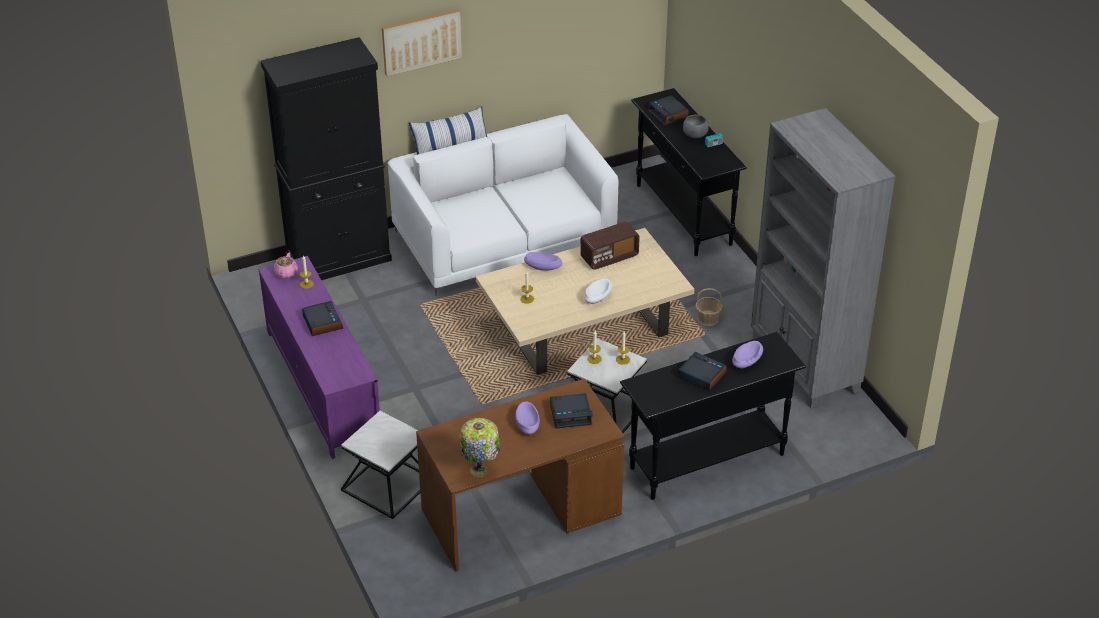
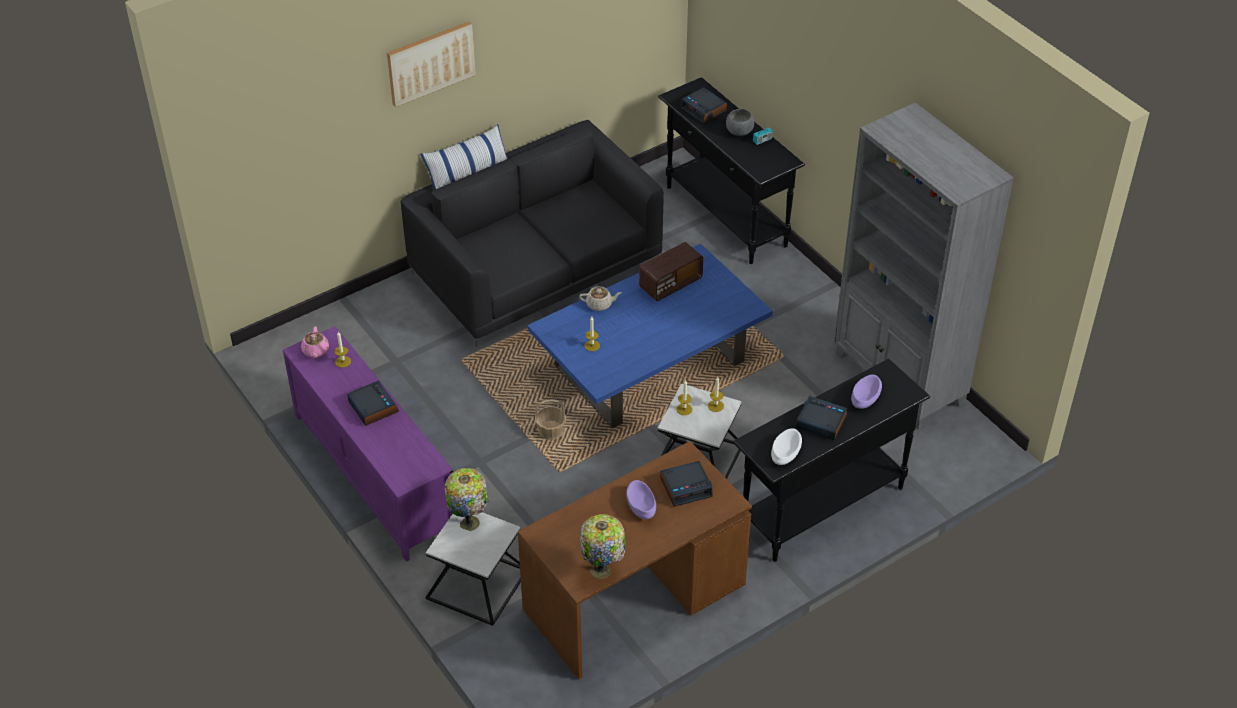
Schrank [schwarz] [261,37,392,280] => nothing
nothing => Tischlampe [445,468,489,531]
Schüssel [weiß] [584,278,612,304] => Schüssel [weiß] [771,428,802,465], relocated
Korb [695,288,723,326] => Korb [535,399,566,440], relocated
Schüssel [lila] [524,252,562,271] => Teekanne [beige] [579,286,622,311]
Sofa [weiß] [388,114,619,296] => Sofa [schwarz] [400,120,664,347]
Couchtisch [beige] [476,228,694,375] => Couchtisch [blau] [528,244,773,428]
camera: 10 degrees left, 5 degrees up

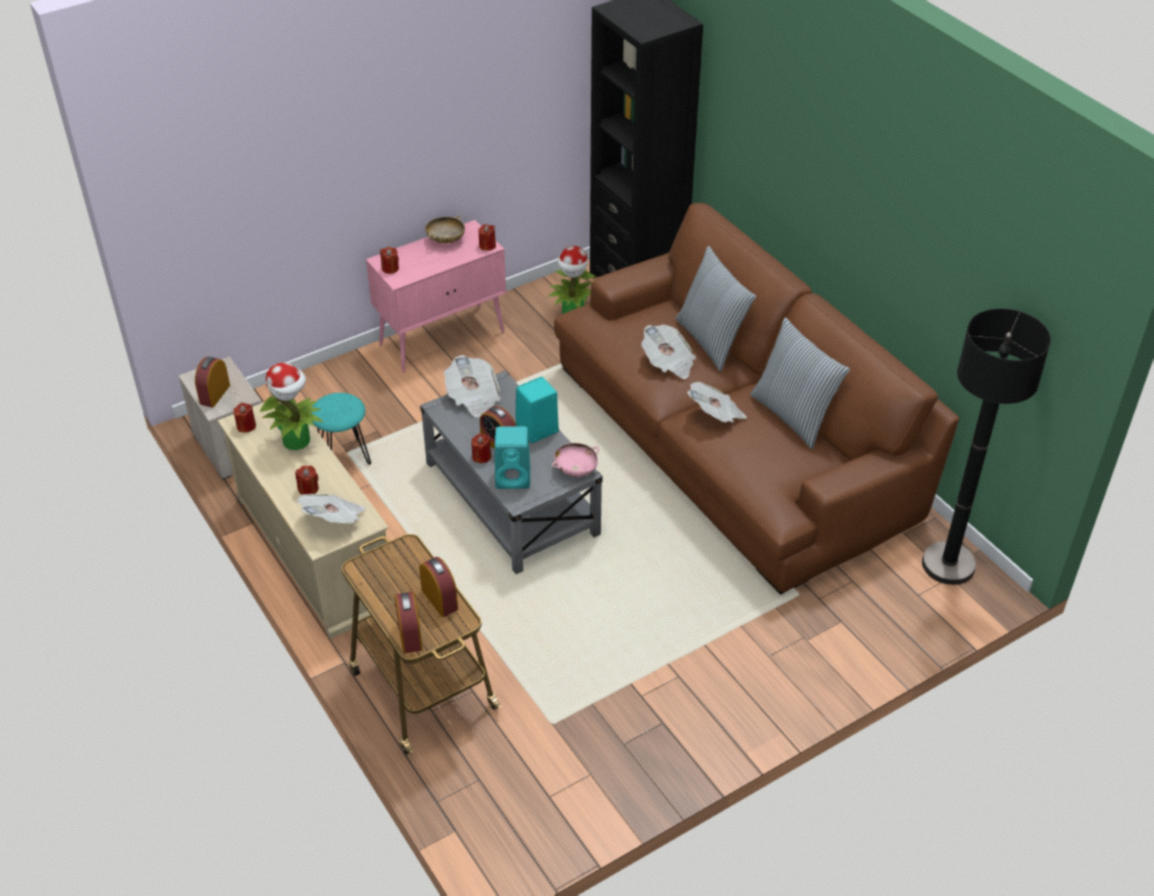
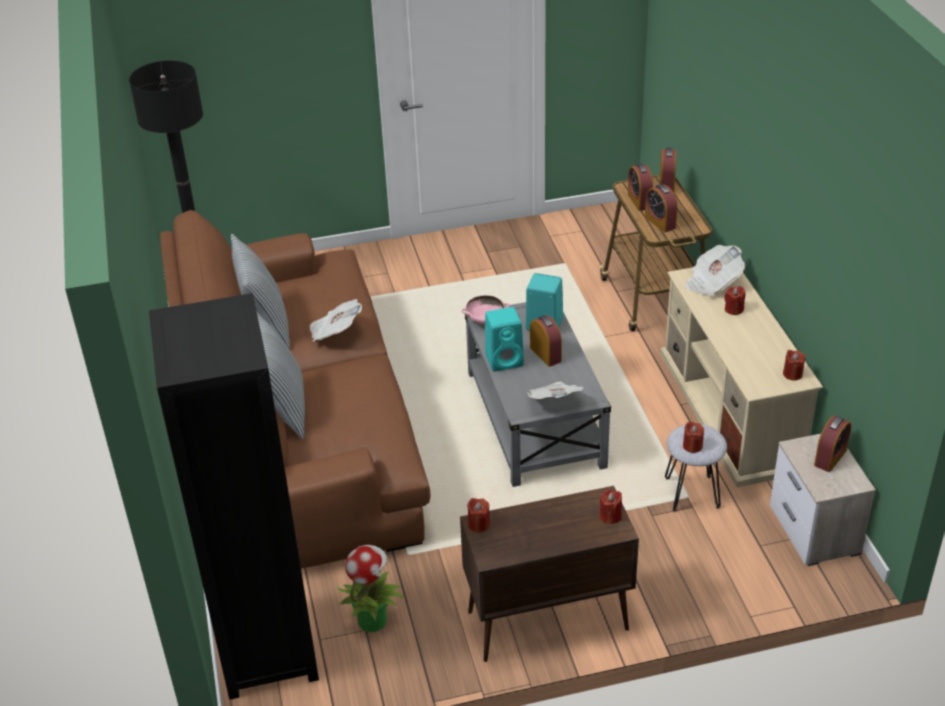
Topfpflanze [260,363,323,450] => nothing
Schüssel [beige] [425,216,465,243] => nothing
Zeitung [641,325,696,379] => nothing
nothing => Wecker [645,184,678,232]
Kerze [rot] [471,433,491,463] => Kerze [rot] [683,422,704,453], relocated
Hocker [türkis] [310,393,371,465] => Hocker [grau] [665,424,727,512]
Schrank [rosa] [366,220,506,373] => Schrank [braun] [460,486,639,662]
camera: 160 degrees left, 5 degrees down

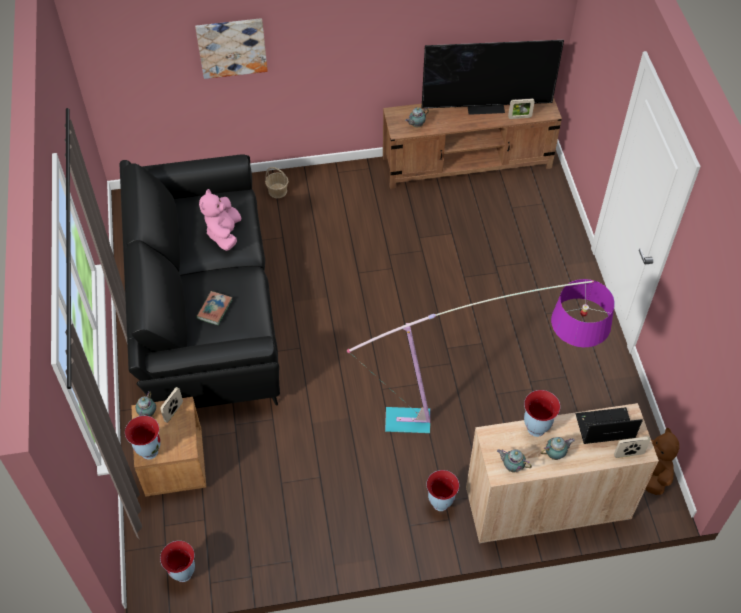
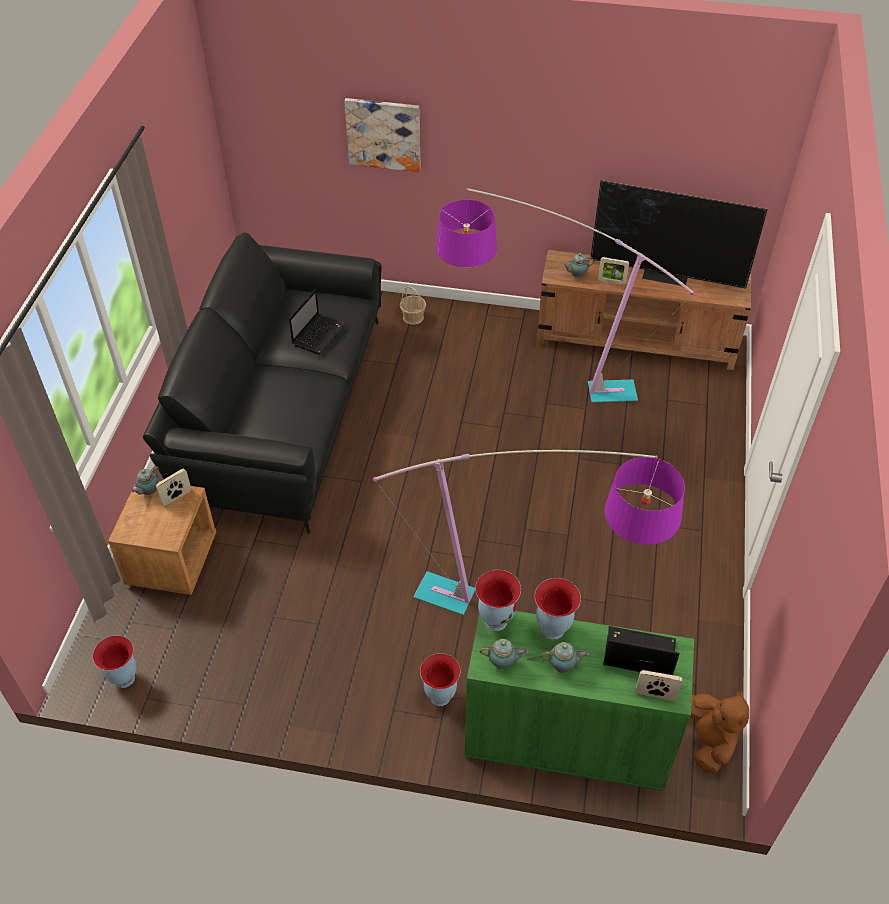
Buch [196,291,232,325] => nothing
nothing => Stehlampe [436,188,695,402]
Vase [125,416,161,460] => Vase [475,570,521,631], relocated
Bilderrahmen [508,98,535,119] => Bilderrahmen [598,257,629,285], relocated
Plüschtier [rosa] [199,189,241,251] => Laptop [289,289,346,355]
Schrank [beige] [466,403,659,543] => Schrank [grün] [464,611,694,791]
Teekanne [497,449,532,473] => Teekanne [480,639,528,669], 135 degrees clockwise
camera: 20 degrees right, 5 degrees down

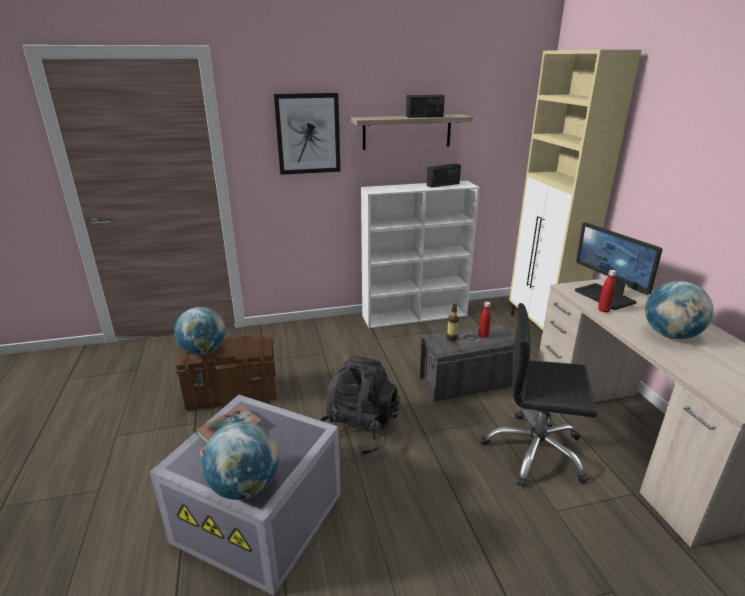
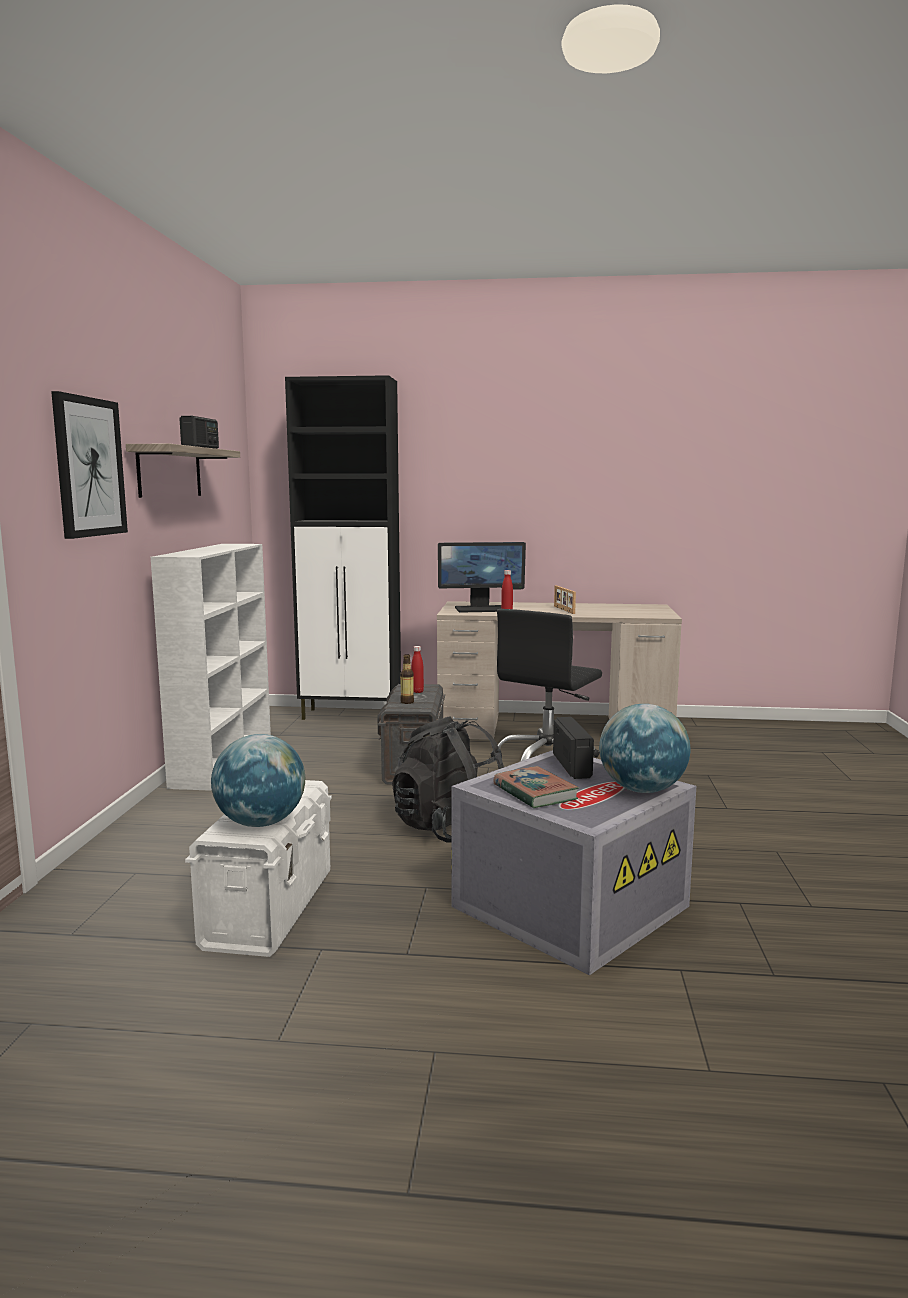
Radio [427,164,461,188] => Radio [553,717,594,779], relocated
Globus [645,281,714,339] => Bilderrahmen [554,585,576,614]
Aufbewahrungsbox [braun] [175,333,277,410] => Aufbewahrungsbox [weiß] [185,780,332,957]
Schrank [beige] [509,50,642,330] => Schrank [schwarz] [285,375,401,720]
camera: 70 degrees left, 15 degrees down

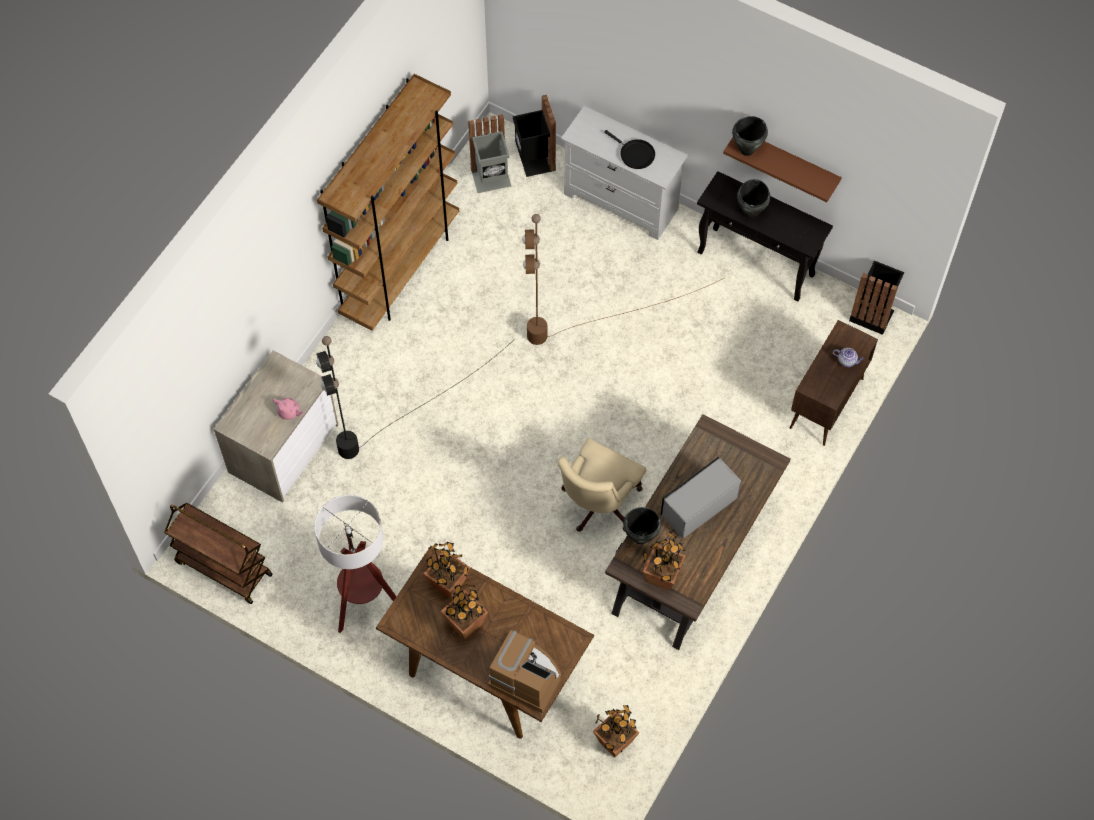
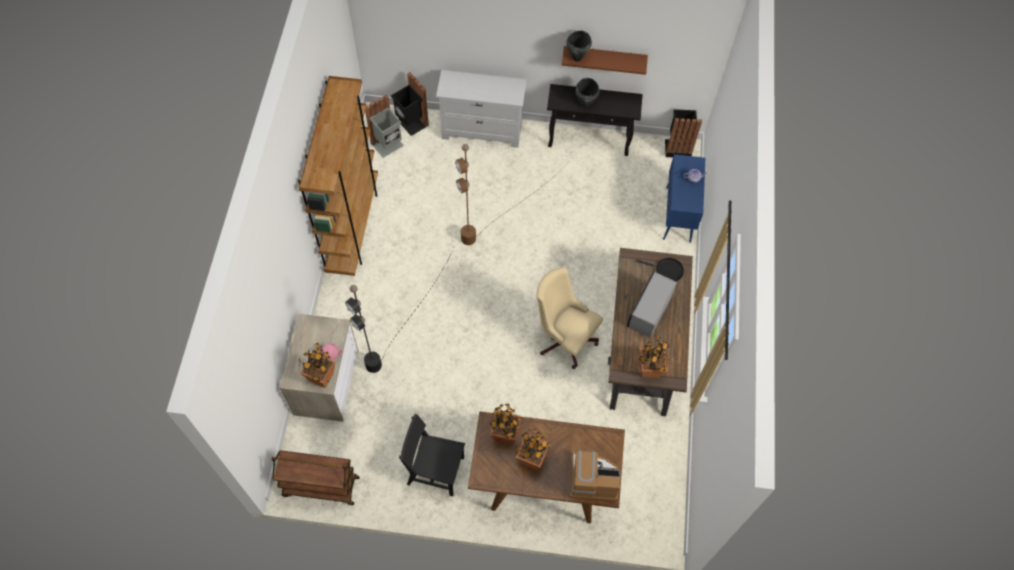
Kochtopf [schwarz] [623,507,662,544] => nothing
Topfpflanze [593,705,639,758] => Topfpflanze [299,343,335,388], relocated
Pfanne [schwarz] [604,130,655,169] => Pfanne [schwarz] [636,258,684,281], relocated
Stehlampe [314,494,397,633] => Stuhl [schwarz] [399,414,465,496]
Schrank [braun] [790,320,878,446] => Schrank [blau] [663,154,705,243]
Bürostuhl [beige] [558,438,646,532] => Bürostuhl [beige] [536,267,603,369], 120 degrees clockwise
camera: 25 degrees left, 0 degrees up

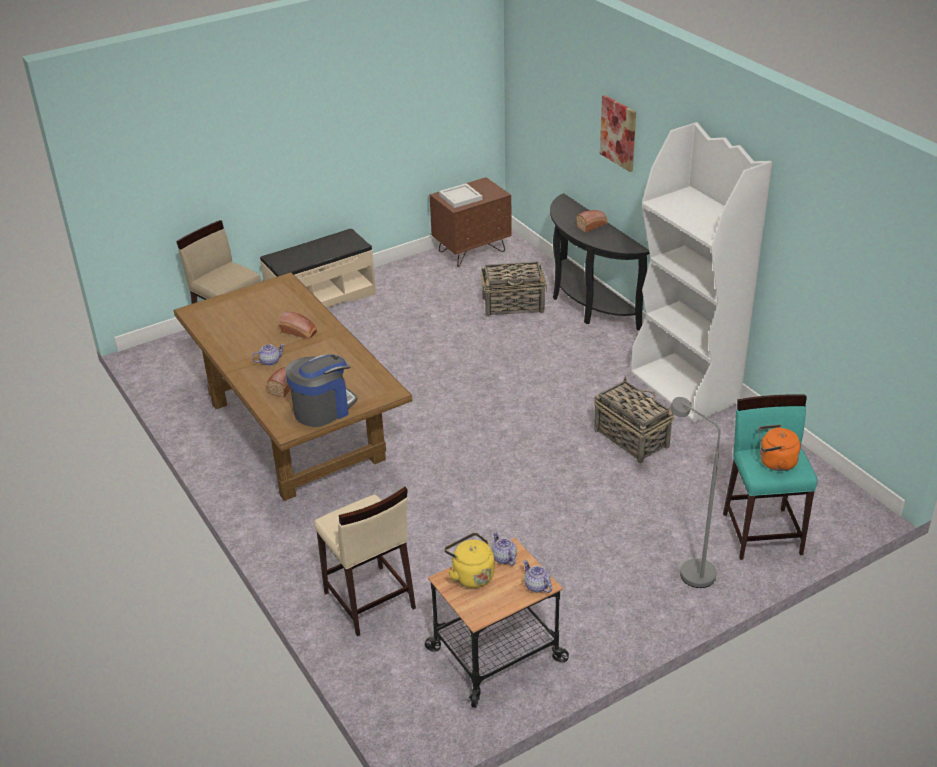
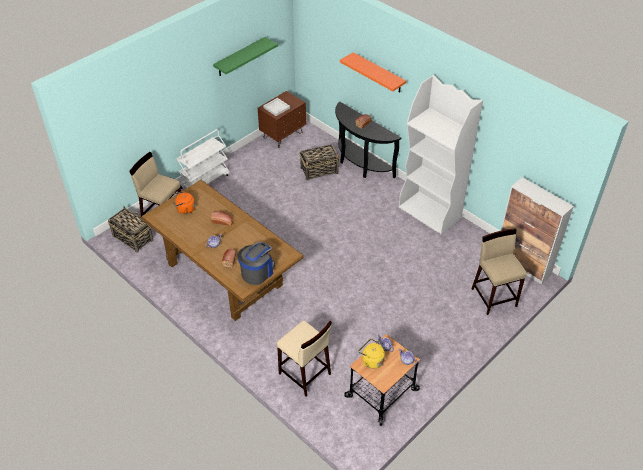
Stehlampe [grau] [670,397,721,588] => nothing
nothing => Wandregal [grün] [213,37,278,76]
nothing => Schrank [501,177,574,285]
Korb [594,376,674,463] => Korb [108,206,153,253], relocated
Wasserkessel [orange] [758,424,801,471] => Wasserkessel [orange] [173,191,195,214], relocated
Bank [beige] [260,228,376,308] => Rollwagen [weiß] [177,129,230,189]
Bild [600,95,636,172] => Wandregal [orange] [340,52,406,93]
Hocker [türkis] [723,394,818,560] => Hocker [beige] [471,228,527,315]
camera: 15 degrees left, 10 degrees up

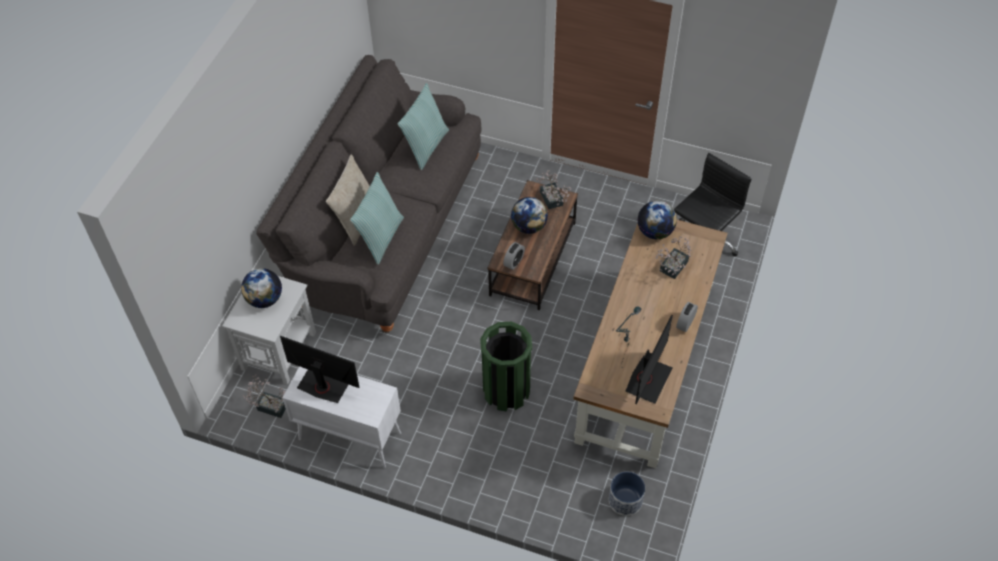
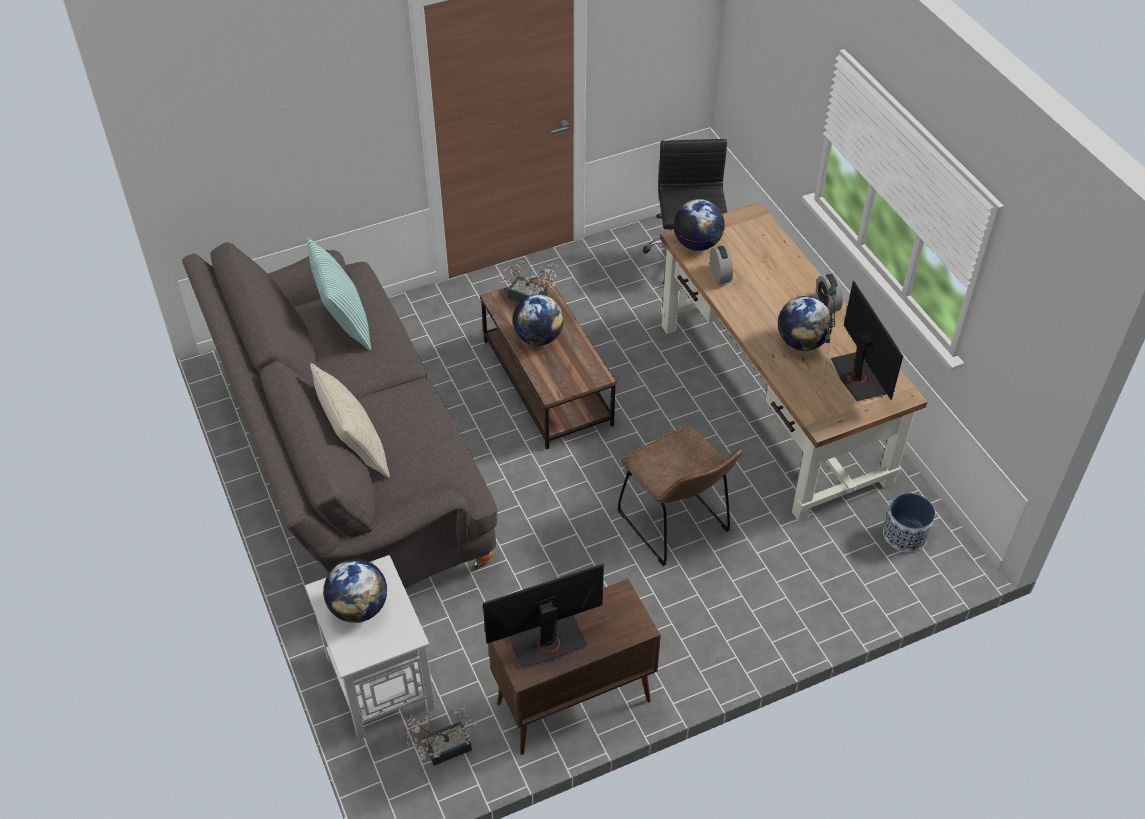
Kissen [350,172,404,265] => nothing
Topfpflanze [655,236,691,279] => nothing
nothing => Globus [778,296,833,351]
Wecker [503,242,525,270] => Wecker [710,246,733,284], relocated
Mülleimer [grün] [480,322,532,412] => Stuhl [braun] [618,427,742,566]
Schrank [weiß] [282,366,401,468] => Schrank [braun] [488,579,661,755]
camera: 45 degrees left, 5 degrees down

